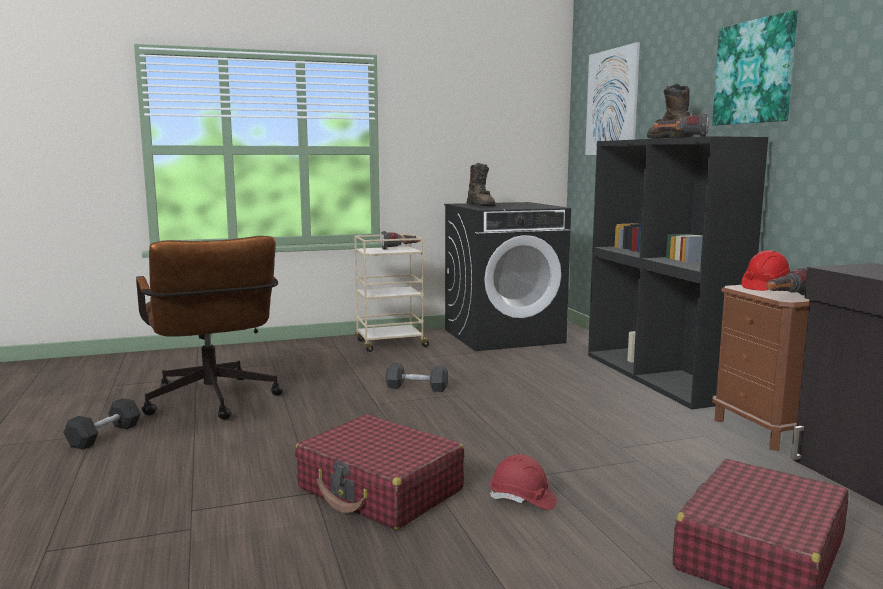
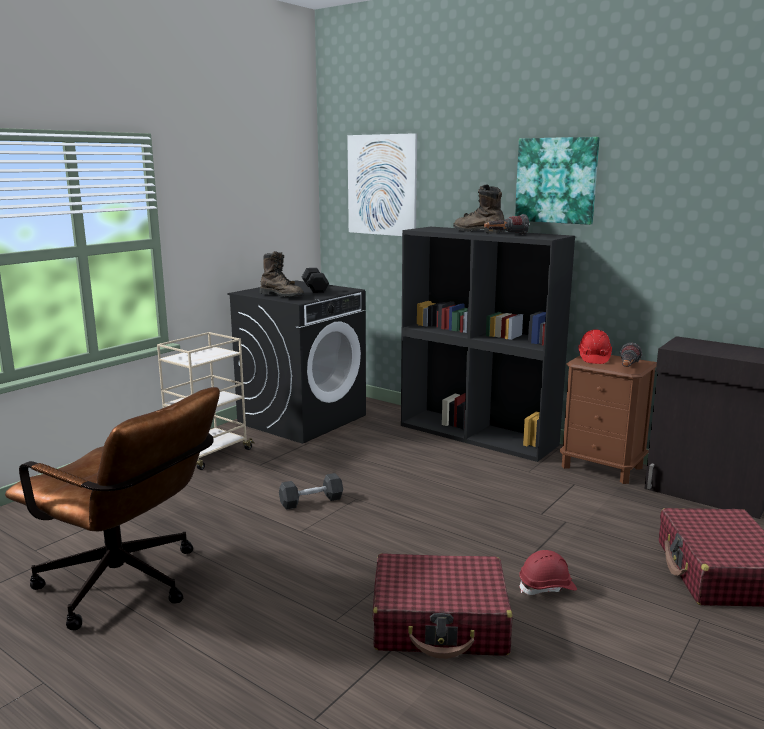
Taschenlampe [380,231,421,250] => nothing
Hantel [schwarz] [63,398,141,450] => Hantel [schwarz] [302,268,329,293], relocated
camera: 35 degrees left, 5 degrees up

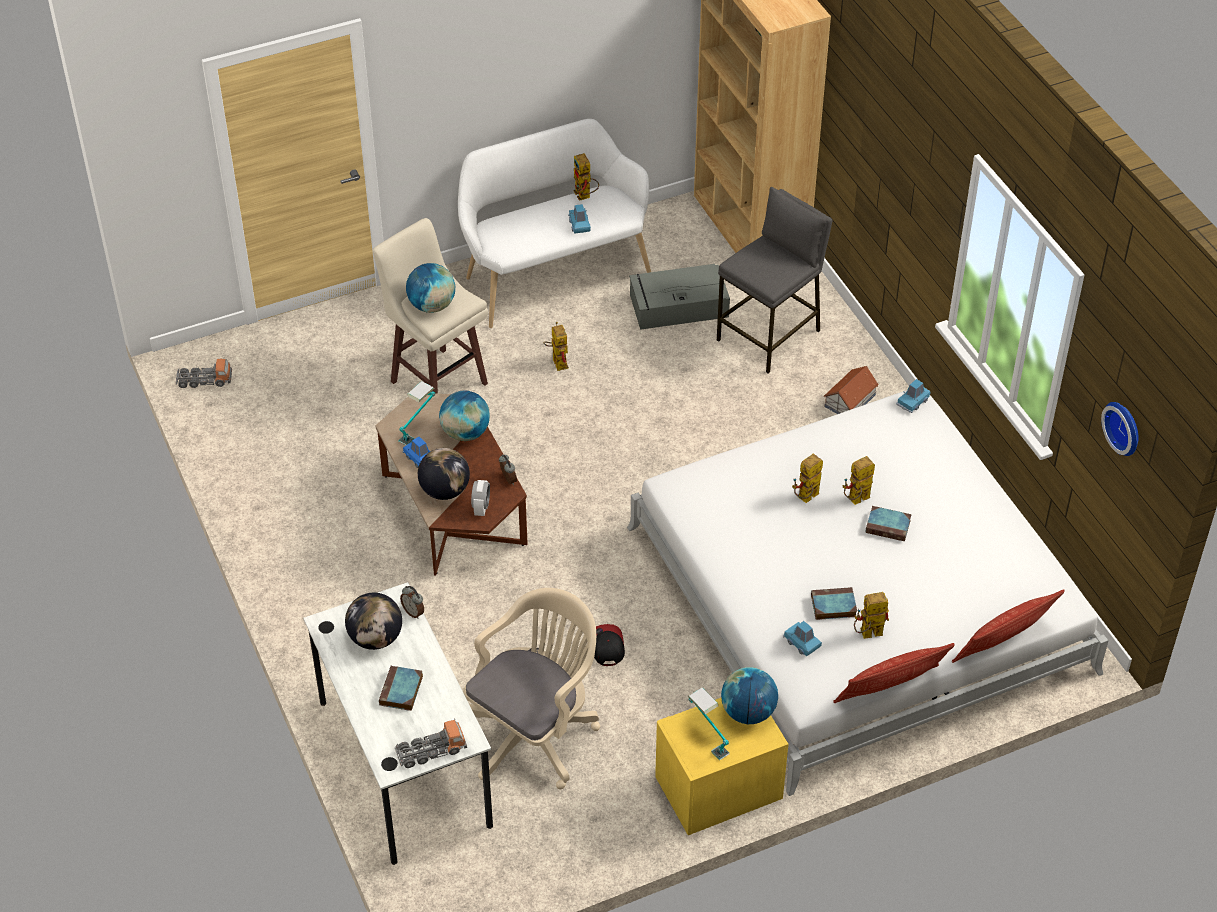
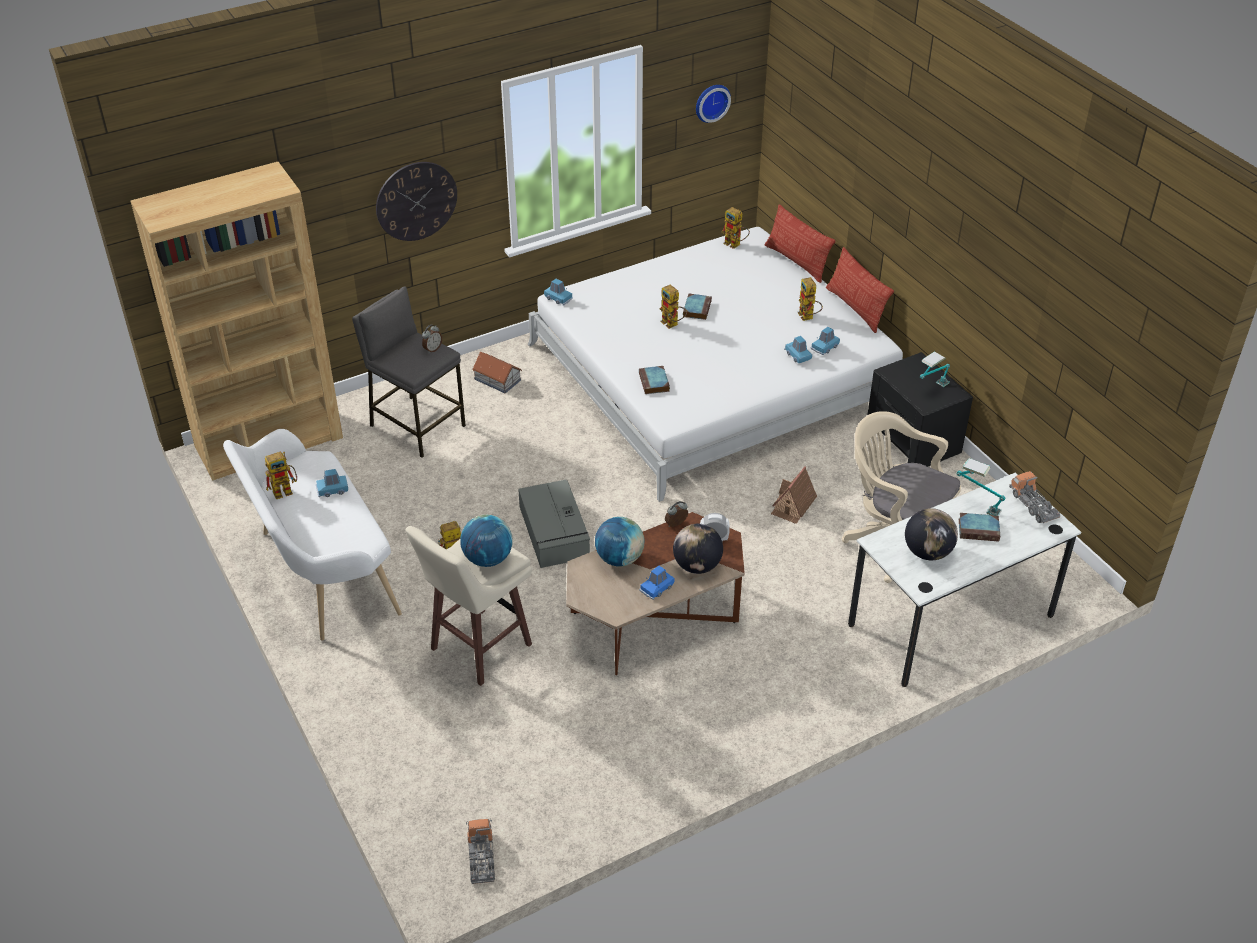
Globus [721,667,778,724] => nothing
nothing => Wanduhr [376,162,457,241]
nothing => Spielzeugauto [blau] [784,336,812,363]
Tischlampe [399,381,435,445] => Tischlampe [956,458,1006,516], relocated
Wecker [400,586,424,618] => Wecker [422,325,442,353], relocated
Aufbewahrungsbox [grau] [629,264,730,330] => Aufbewahrungsbox [grau] [518,480,590,568], relocated
Spielzeugroboter [792,454,823,503] => Spielzeugroboter [722,207,750,249], relocated
Buch [811,587,857,620] => Buch [639,366,670,394], relocated
Kappe [594,624,625,666] => Spielzeughaus [771,466,817,524]
Nachttisch [gelb] [655,698,788,835] => Nachttisch [schwarz] [867,352,973,466]
camera: 95 degrees left, 5 degrees down

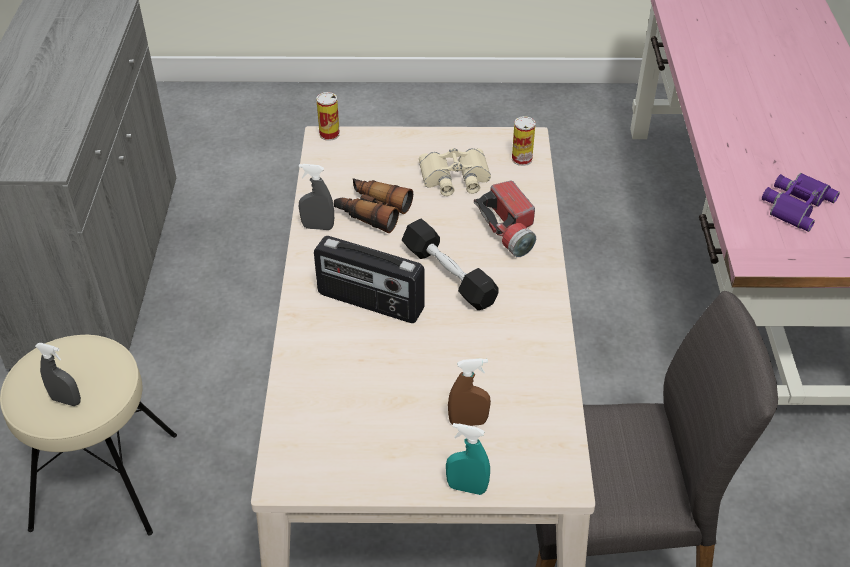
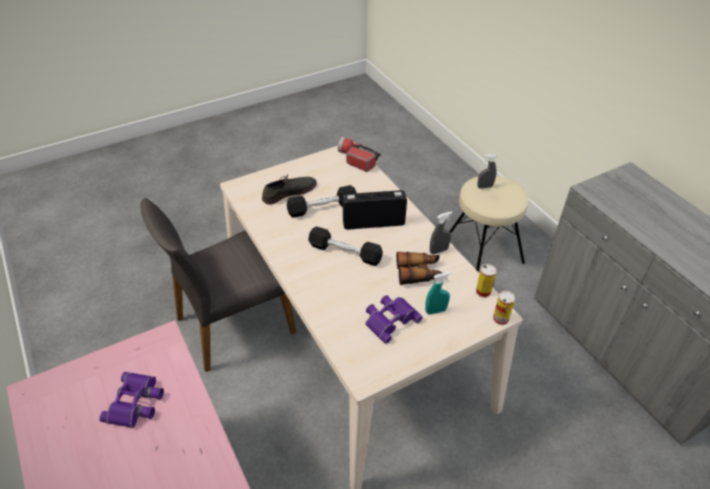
nothing => Hantel [schwarz] [287,185,356,218]
Sprühflasche [türkis] [446,423,490,495] => Sprühflasche [türkis] [425,272,451,315], relocated
Taschenlampe [474,181,536,257] => Taschenlampe [338,137,381,172], relocated
Dose [512,116,536,166] => Dose [476,264,497,298], relocated
Sprühflasche [braun] [448,358,491,426] => Schuh [grau] [262,175,317,205]
Fernglas [beige] [419,148,491,196] => Fernglas [lila] [365,295,423,344]
camera: 150 degrees right, 0 degrees up

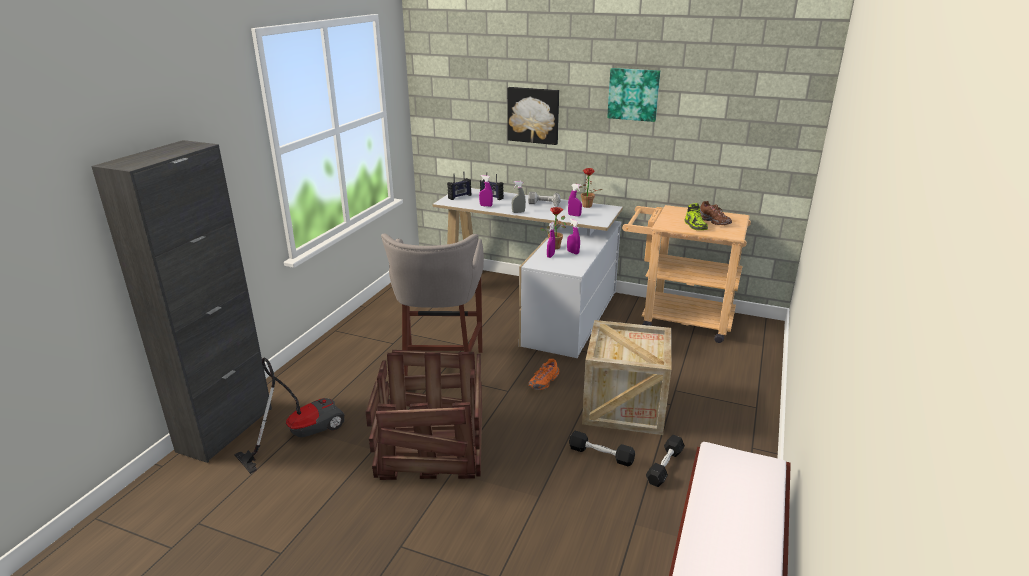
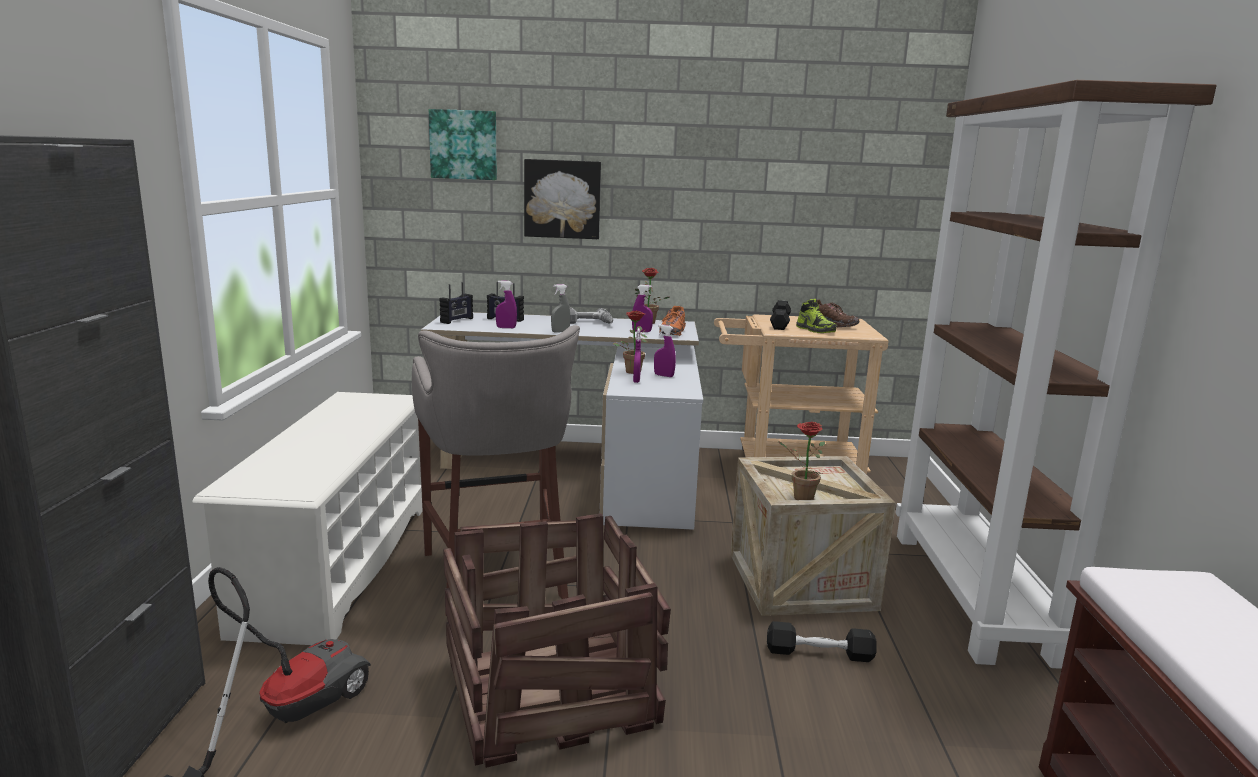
nothing => Schuhregal [weiß] [192,392,423,645]
nothing => Topfpflanze [778,422,825,500]
nothing => Bücherregal [braun] [896,80,1217,669]
Schuh [orange] [528,359,559,390] => Schuh [orange] [659,306,686,336], relocated
Bild [607,68,660,122] => Bild [429,109,497,180], relocated
Hantel [schwarz] [646,435,685,487] => Hantel [schwarz] [770,300,791,330], relocated
camera: 20 degrees left, 10 degrees down

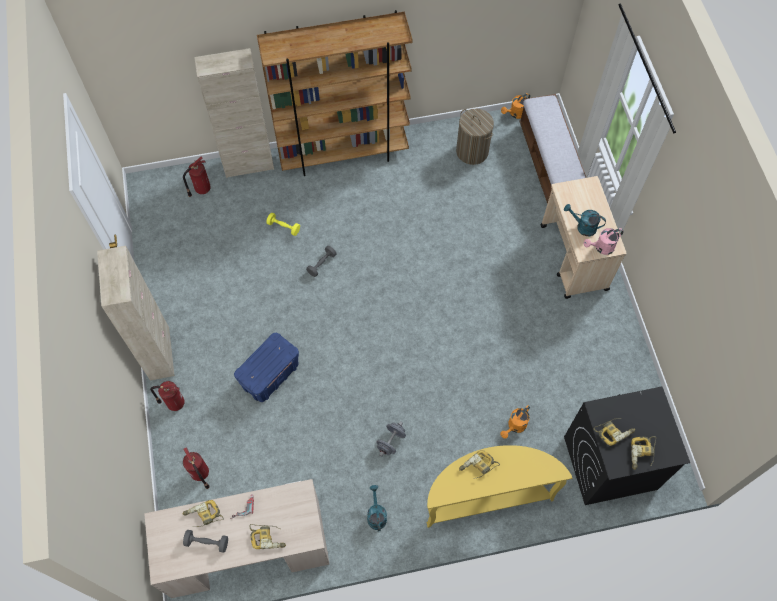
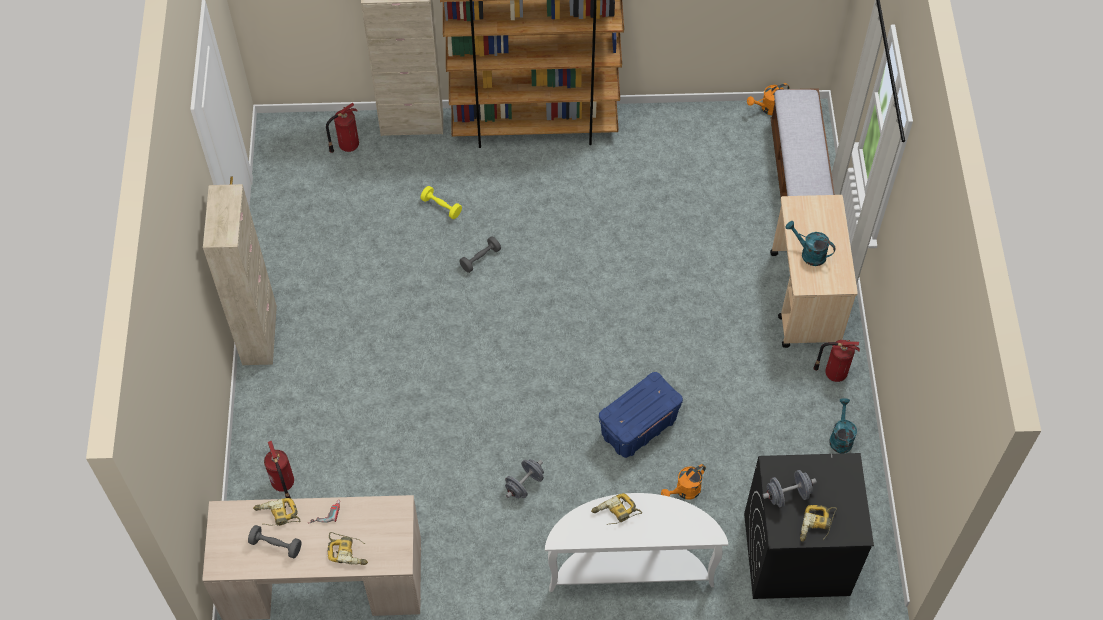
Wäschekorb [456,109,494,165] => nothing
Gießkanne [rosa] [584,228,624,255] => nothing
Feuerlöscher [150,381,185,411] => Feuerlöscher [813,340,860,382], relocated
Aufbewahrungsbox [blau] [234,333,299,402] => Aufbewahrungsbox [blau] [599,372,683,458], relocated
Gießkanne [türkis] [367,485,387,532] => Gießkanne [türkis] [829,398,857,454], relocated
Bohrmaschine [594,418,635,446] => Hantel [grau] [763,470,817,507]
Konsolentisch [gelb] [427,445,572,528] => Konsolentisch [weiß] [545,493,728,592]
camera: 10 degrees right, 5 degrees down

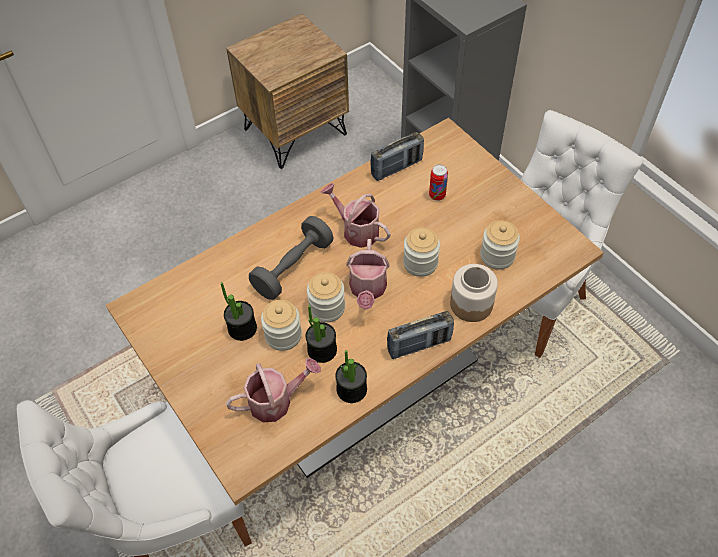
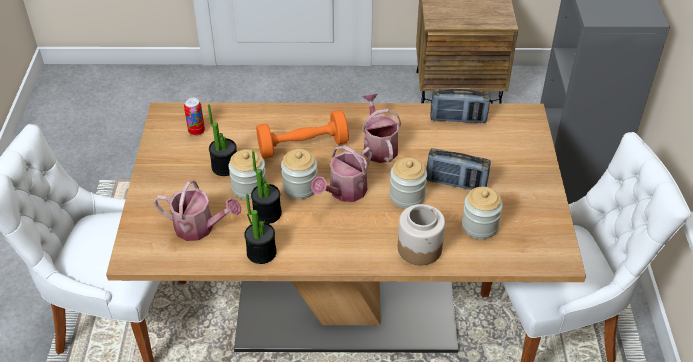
Radio [387,311,454,359] => Radio [426,148,491,190], relocated
Dose [429,164,448,201] => Dose [184,97,205,136], relocated
Hantel [grau] [249,216,333,300] => Hantel [orange] [256,110,349,159]
camera: 35 degrees right, 10 degrees down

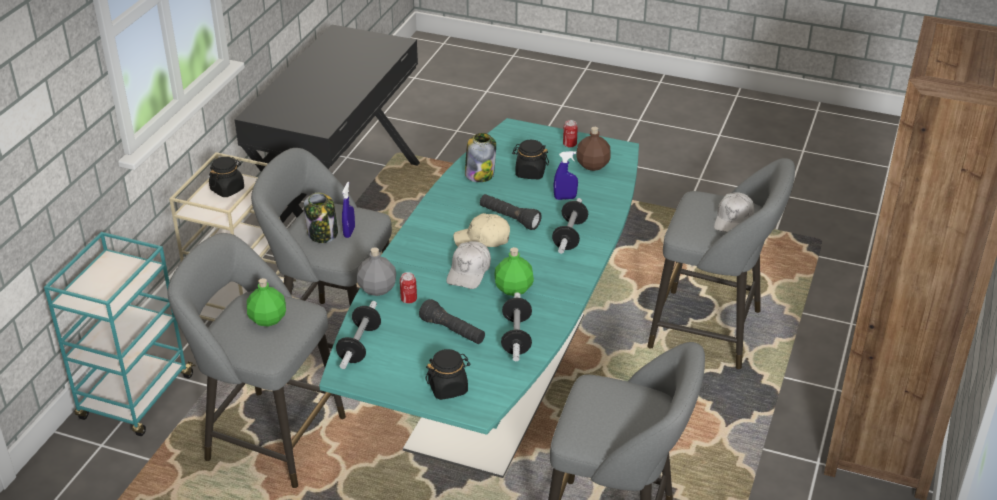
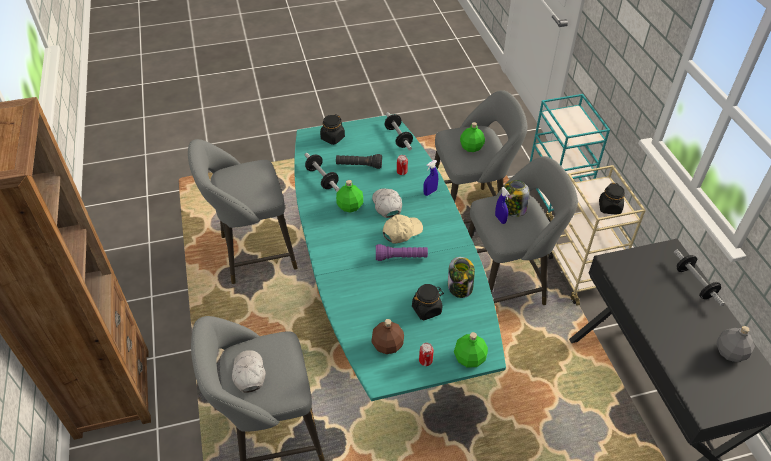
nothing => Flasche [grün] [454,332,488,367]
Flasche [grau] [357,247,396,296] => Flasche [grau] [717,326,755,362], relocated
Hantel [552,198,588,254] => Hantel [674,249,725,306], relocated
Sprühflasche [blau] [554,151,578,200] => Sprühflasche [blau] [423,160,438,196], relocated
Taschenlampe [schwarz] [480,194,542,230] => Taschenlampe [lila] [376,244,428,261]
camera: 145 degrees right, 10 degrees up

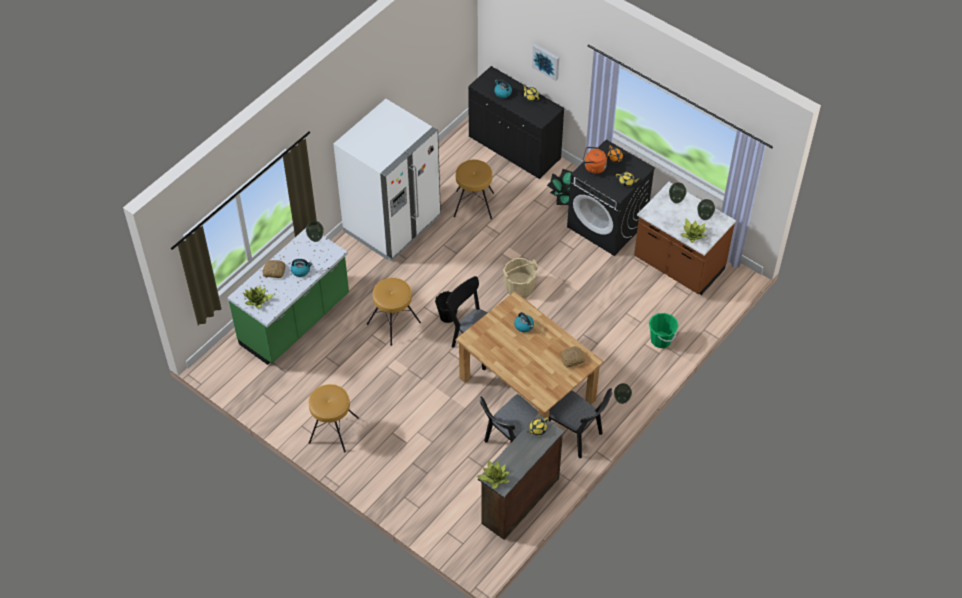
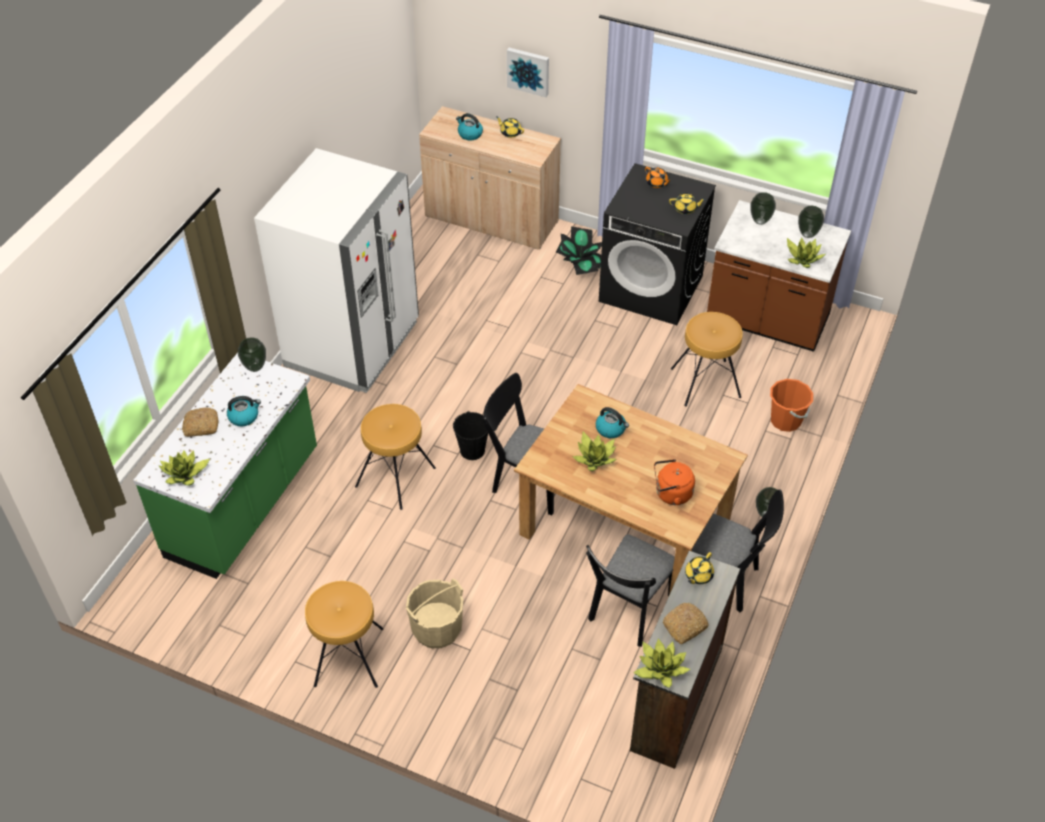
nothing => Topfpflanze [572,432,616,471]
Hocker [braun] [454,160,494,219] => Hocker [braun] [671,312,743,406], relocated
Eimer [beige] [503,258,538,298] => Eimer [beige] [406,578,464,648], relocated
Brot [561,346,585,368] => Brot [663,603,709,644], relocated
Wasserkessel [orange] [583,147,607,174] => Wasserkessel [orange] [654,459,695,505], relocated
Schrank [schwarz] [468,66,564,179] => Schrank [beige] [419,106,561,250]
Eimer [grün] [649,313,678,348] => Eimer [orange] [770,379,813,432]
camera: 15 degrees left, 5 degrees down

